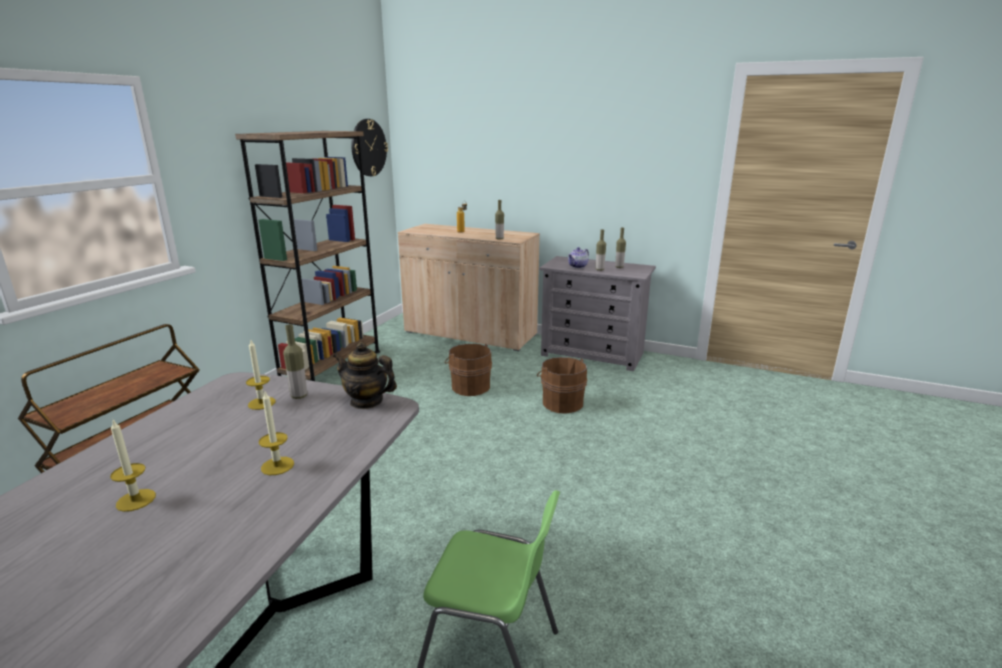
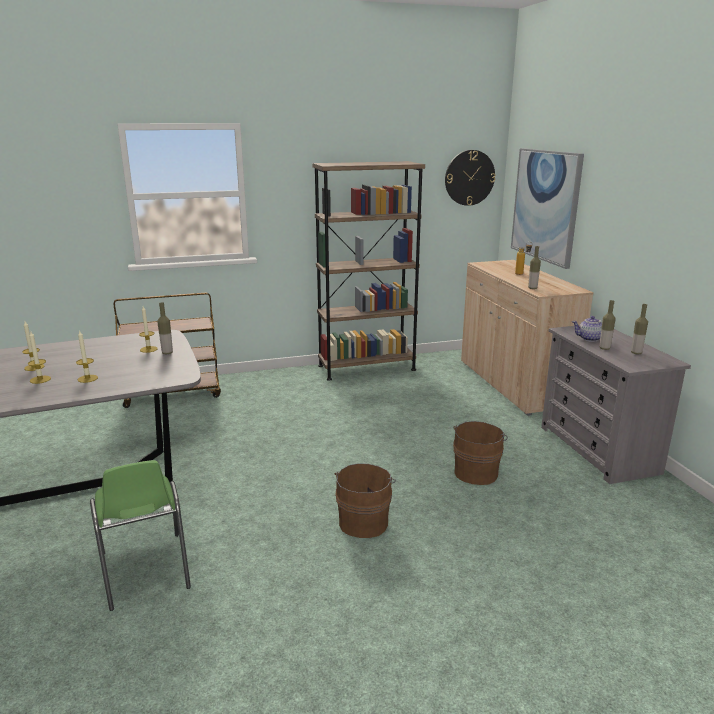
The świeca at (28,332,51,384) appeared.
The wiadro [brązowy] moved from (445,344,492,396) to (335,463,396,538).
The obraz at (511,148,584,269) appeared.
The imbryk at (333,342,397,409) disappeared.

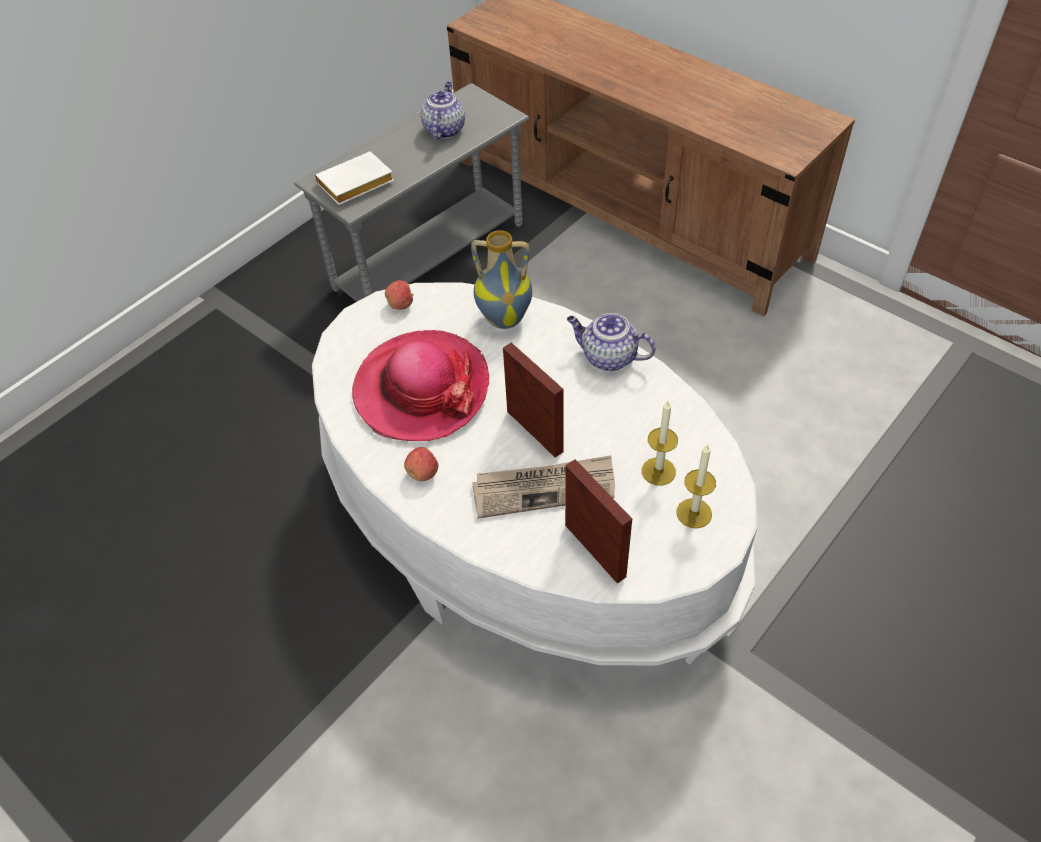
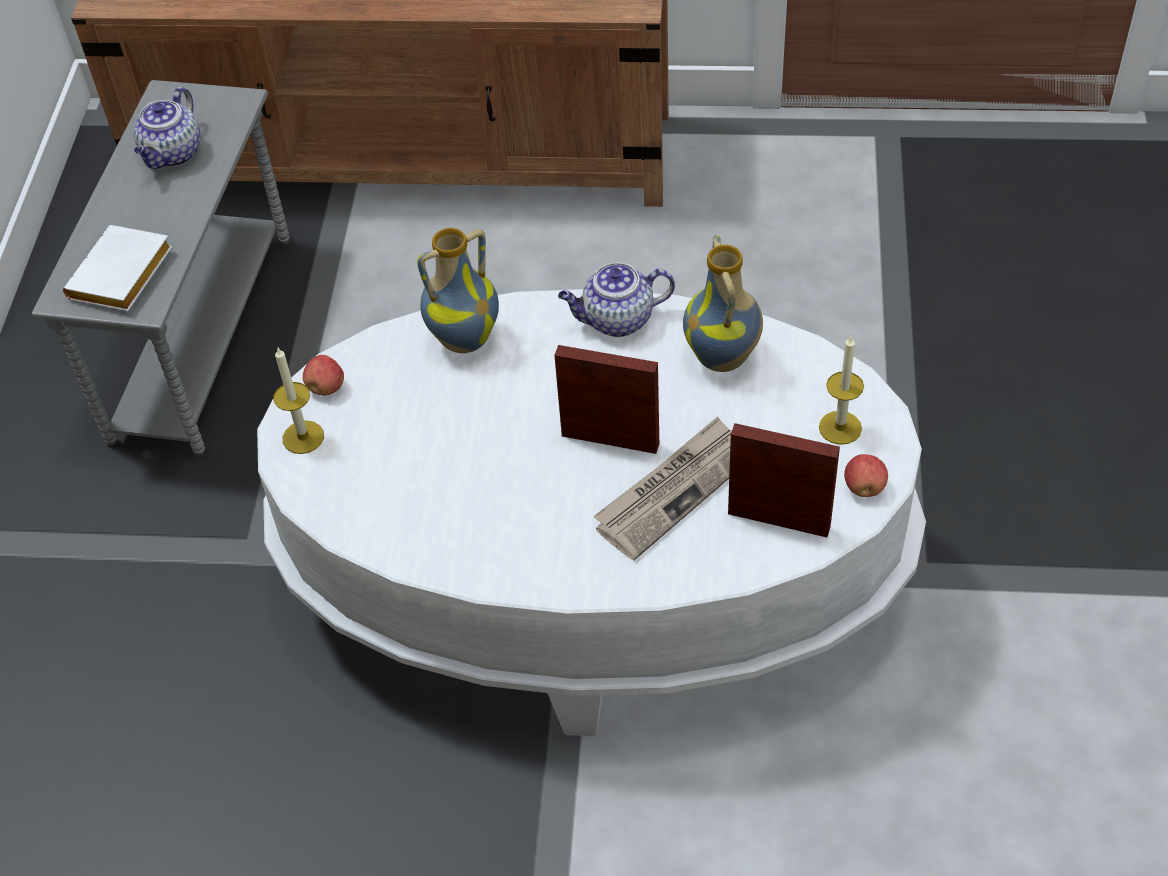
The imbryk at (421,82,465,139) turned 135 degrees counterclockwise.
The świeca moved from (642,401,678,486) to (273,346,324,454).
The wazon at (683,235,763,372) appeared.
The jabłko moved from (404,447,438,481) to (844,454,888,497).
The kapelusz at (352,330,489,441) disappeared.

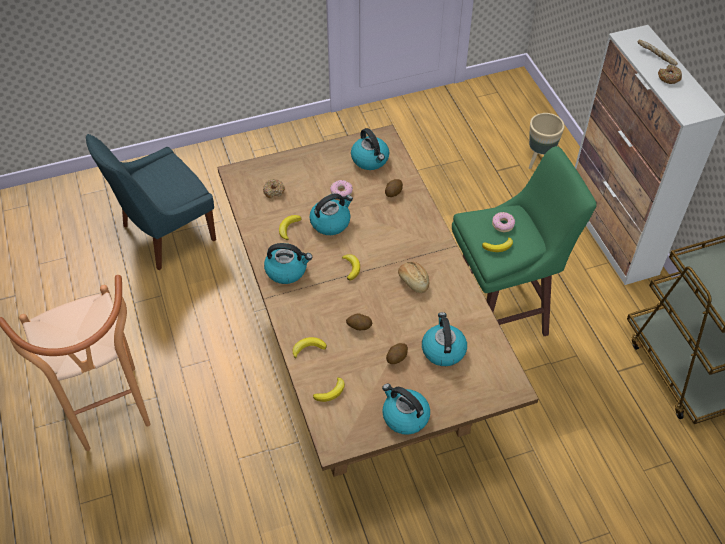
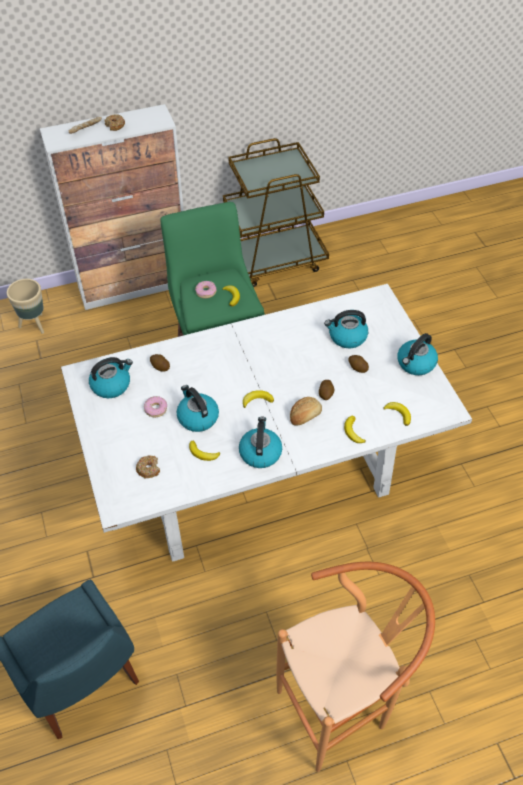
The stół jadalny [brązowy] at (217,125,538,477) became the stół jadalny [biały] at (61,284,472,562).
The chleb moved from (398,262,429,293) to (290,397,322,426).

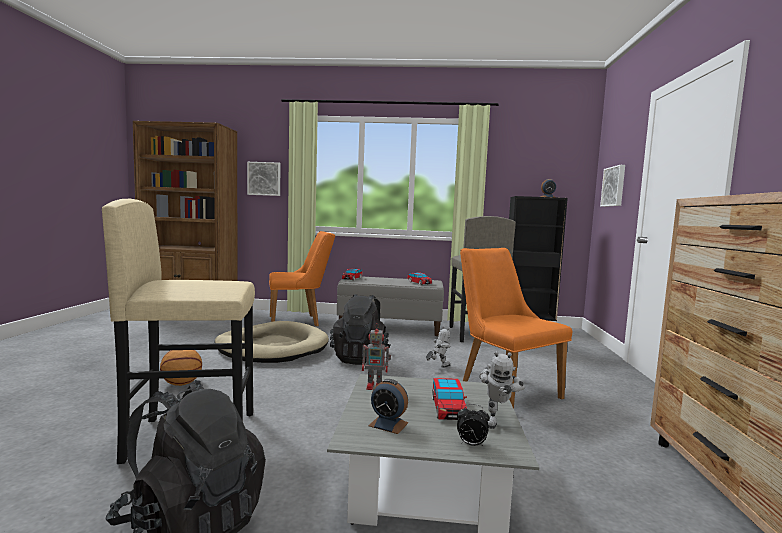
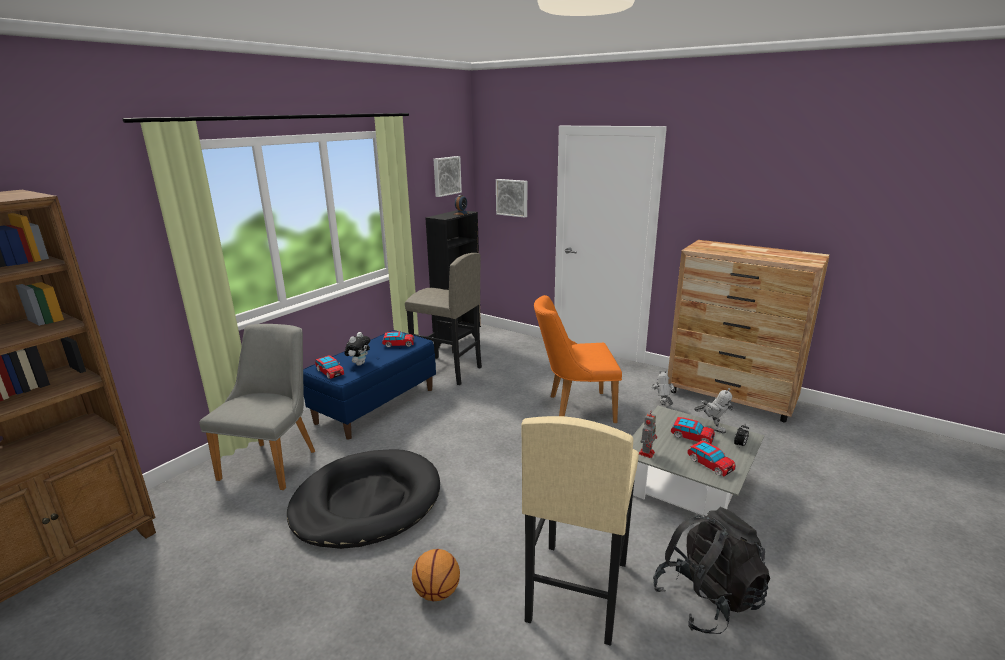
The krzesło [pomarańczowy] at (269,231,335,326) became the krzesło [szary] at (199,324,315,490).
The legowisko [beżowy] at (214,321,329,363) became the legowisko [czarny] at (287,449,440,549).
The ławka [szary] at (337,276,444,336) became the ławka [niebieski] at (303,330,436,440).
The pluszak at (345,332,370,366) appeared.
The obraz moved from (247,162,280,196) to (434,156,462,197).
The robot zabawkowy moved from (426,326,450,368) to (652,370,675,406).
The budzik at (368,379,408,434) was replaced by the samochodzik at (687,440,736,476).
The plecak [czarny] at (330,294,391,365) disappeared.

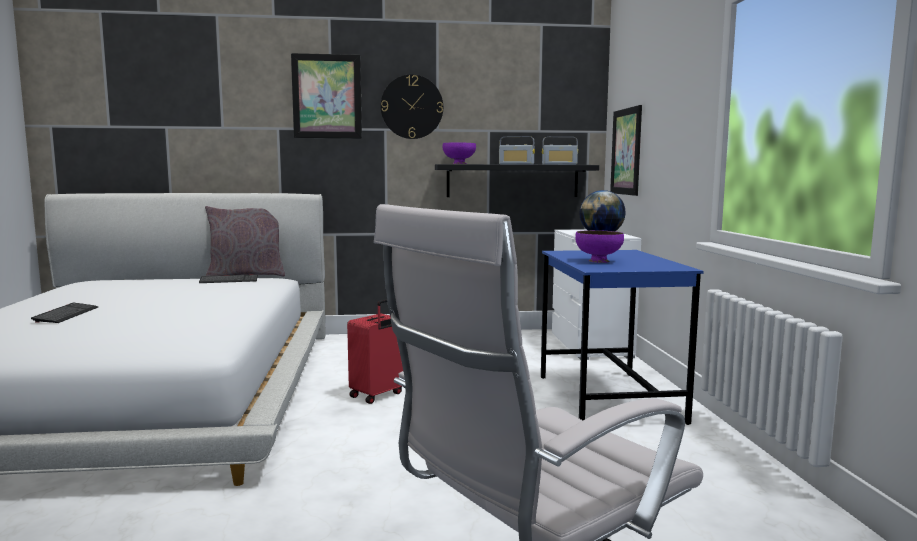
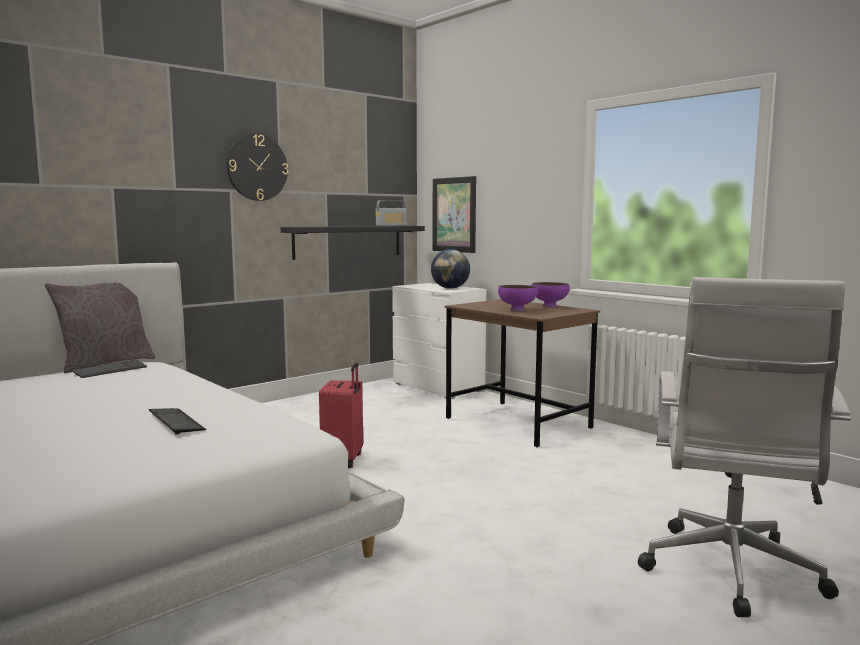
The klawiatura moved from (31,303,98,323) to (149,408,206,435).
The biurko [niebieski] at (541,250,704,425) became the biurko [brązowy] at (444,299,600,448).
The miska [fioletowy] moved from (443,142,476,164) to (532,282,570,308).
The obraz at (291,53,362,139) disappeared.
The radio at (499,136,535,164) disappeared.

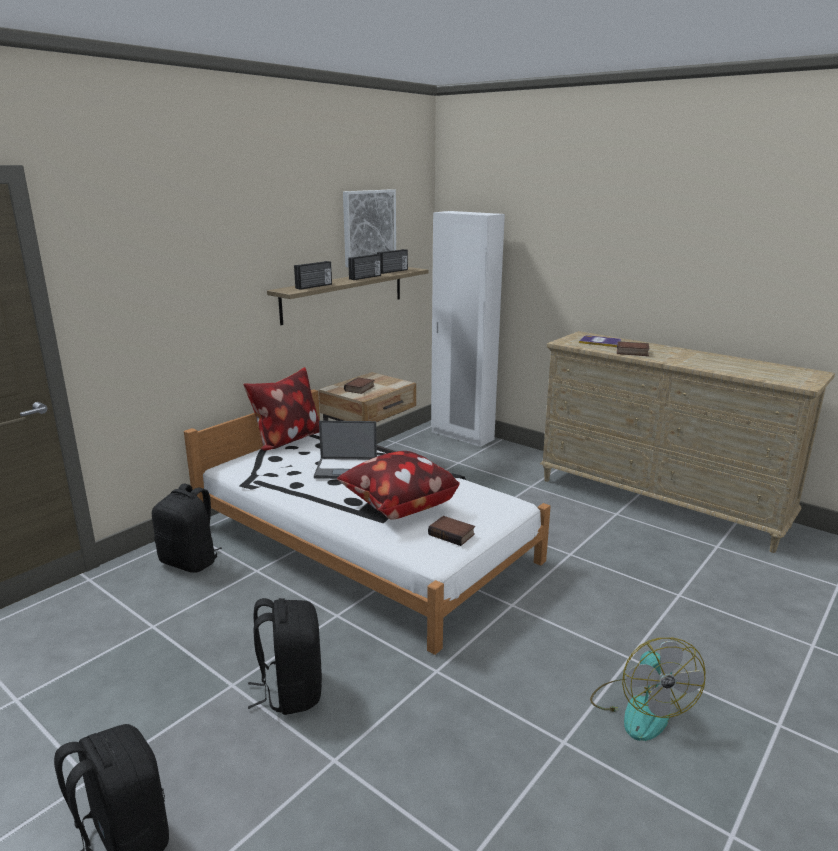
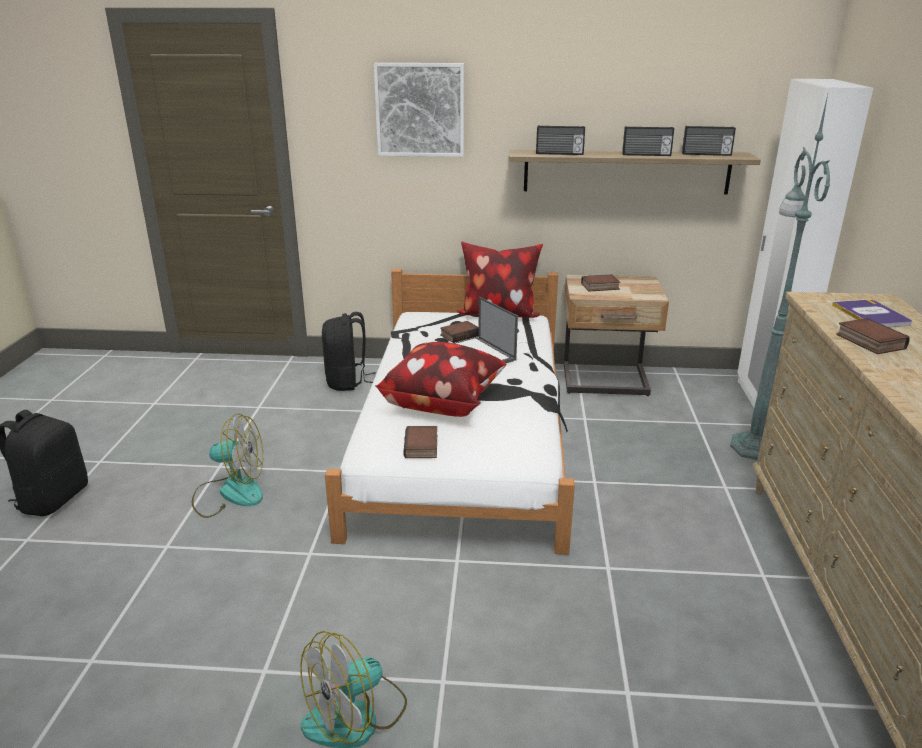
The plecak [czarny] at (248,598,322,715) was replaced by the wentylator at (192,413,263,518).
The obraz moved from (343,189,396,268) to (374,63,464,157).
The książka at (440,321,479,343) appeared.
The lampa stojąca [zielony] at (730,95,830,460) appeared.

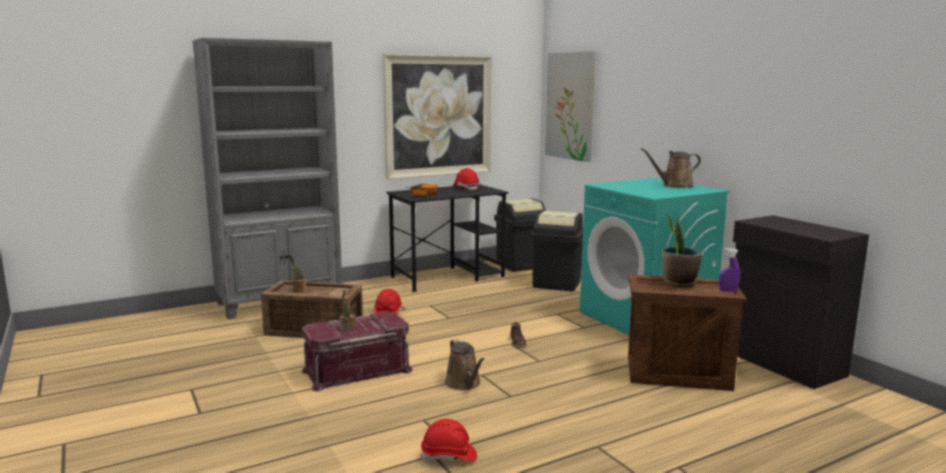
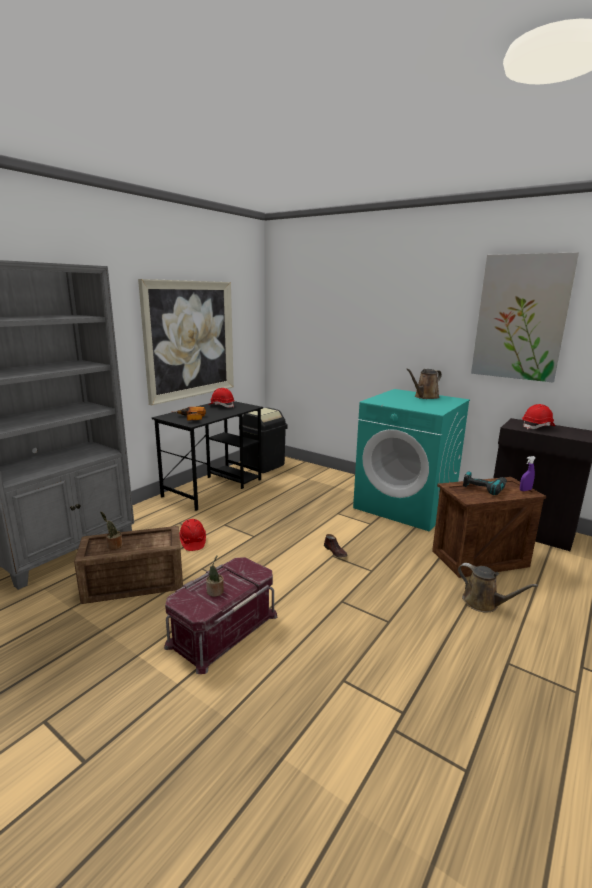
The konewka [brązowy] moved from (445,339,485,390) to (458,563,538,612).
The roślina doniczkowa at (662,215,702,287) was replaced by the wiertarka at (463,471,507,495).
The obraz moved from (545,51,596,162) to (471,252,579,383).
The kask [czerwony] moved from (420,419,477,461) to (522,404,555,429).
The kosz na śmieci [czarny] at (530,211,583,291) disappeared.

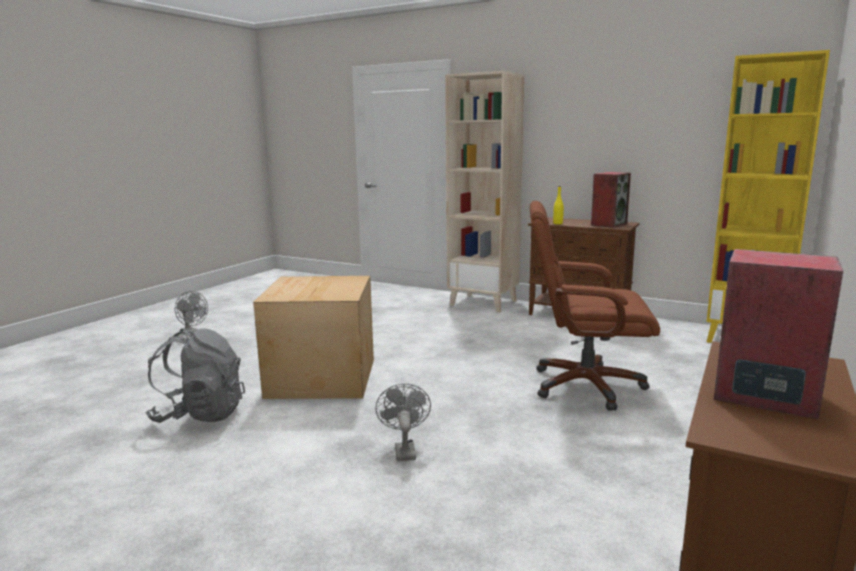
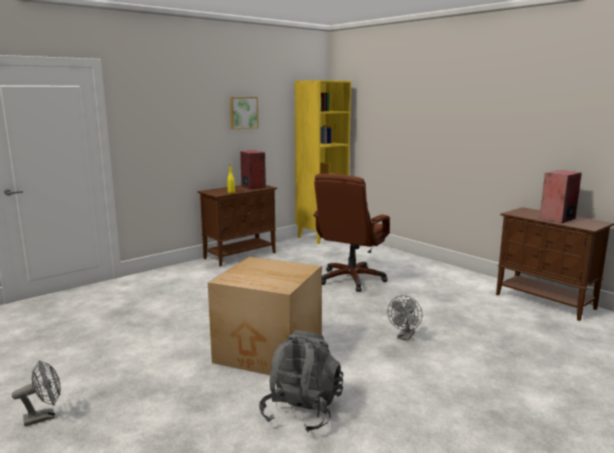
The obraz at (230,97,259,129) appeared.
The wentylator [szary] at (375,384,431,461) turned 75 degrees counterclockwise.
The regał [beżowy] at (445,71,524,313) disappeared.

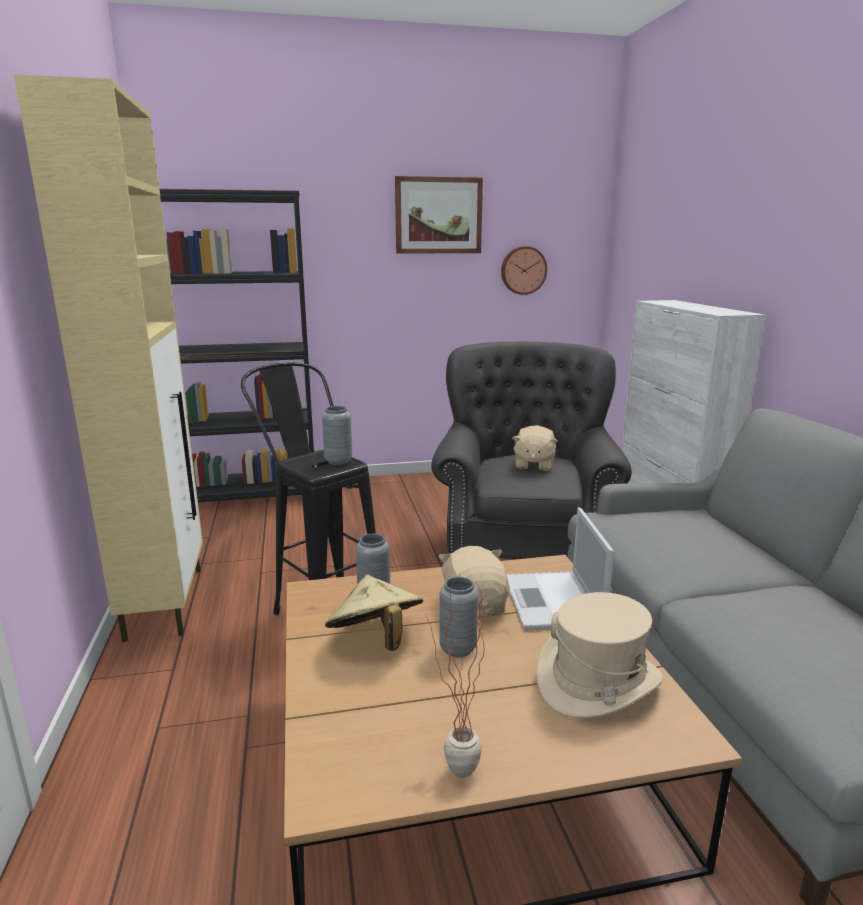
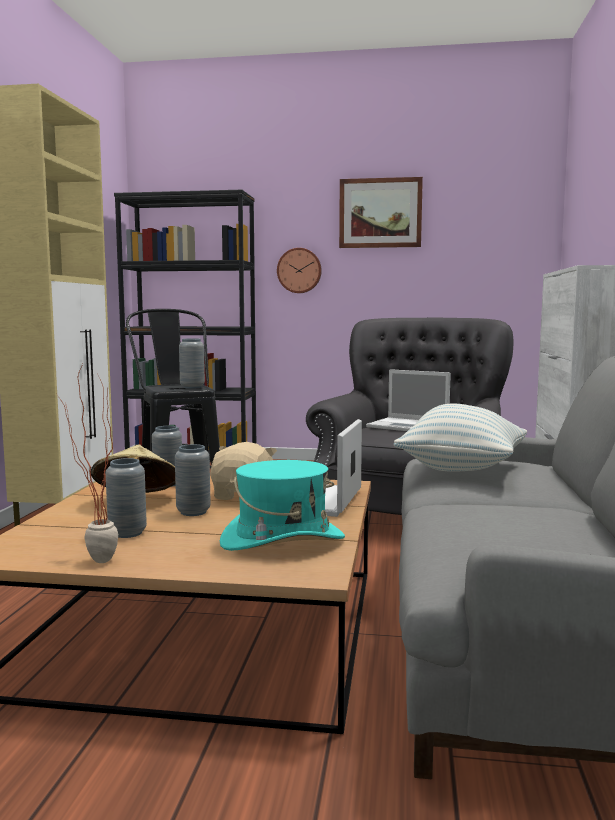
The wazon [szary] at (105,458,147,538) appeared.
The kapelusz [beżowy] at (536,592,663,718) became the kapelusz [turkusowy] at (220,460,345,551).
The zegar ścienny moved from (501,246,547,295) to (277,248,322,293).
The pluszak [beżowy] at (512,425,558,471) was replaced by the laptop at (366,369,451,431).
The poduszka at (394,404,527,472) appeared.

